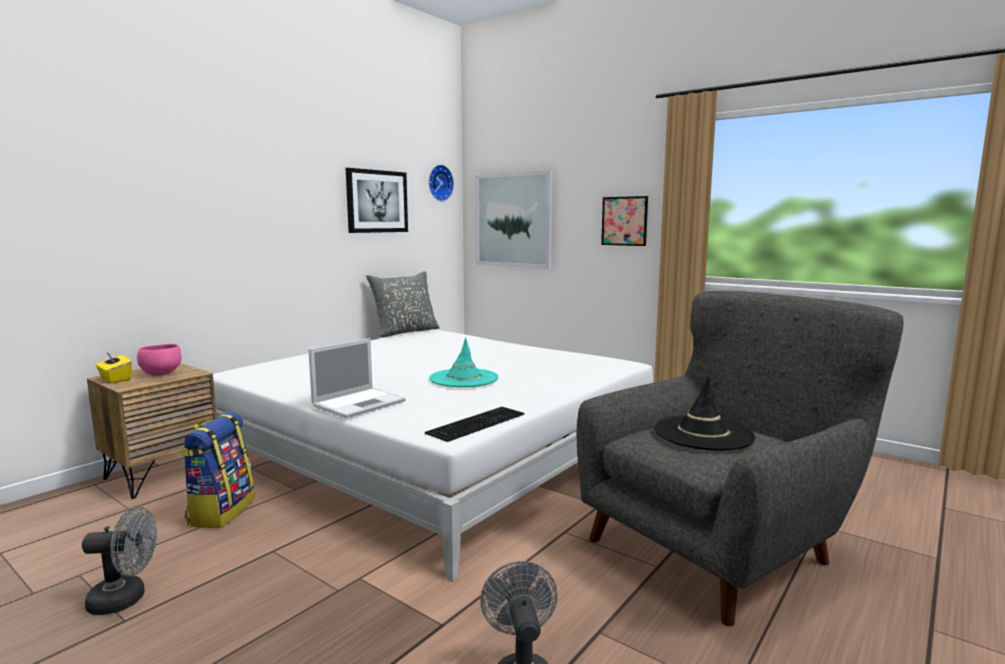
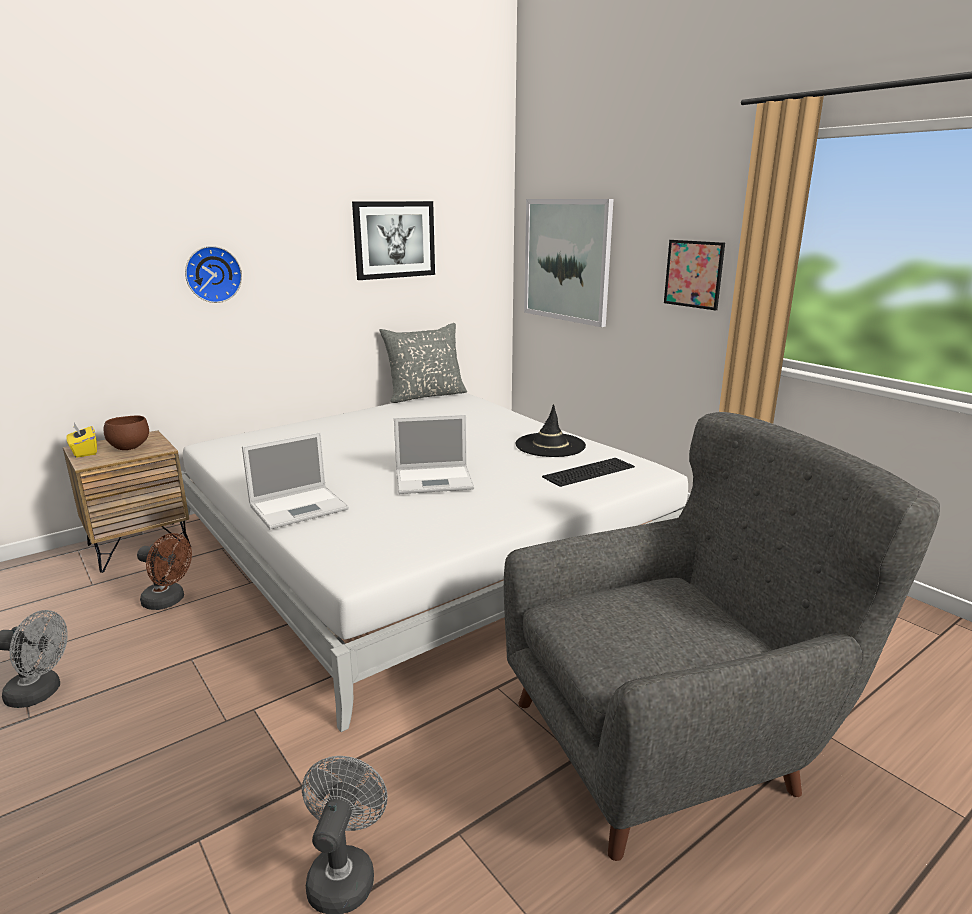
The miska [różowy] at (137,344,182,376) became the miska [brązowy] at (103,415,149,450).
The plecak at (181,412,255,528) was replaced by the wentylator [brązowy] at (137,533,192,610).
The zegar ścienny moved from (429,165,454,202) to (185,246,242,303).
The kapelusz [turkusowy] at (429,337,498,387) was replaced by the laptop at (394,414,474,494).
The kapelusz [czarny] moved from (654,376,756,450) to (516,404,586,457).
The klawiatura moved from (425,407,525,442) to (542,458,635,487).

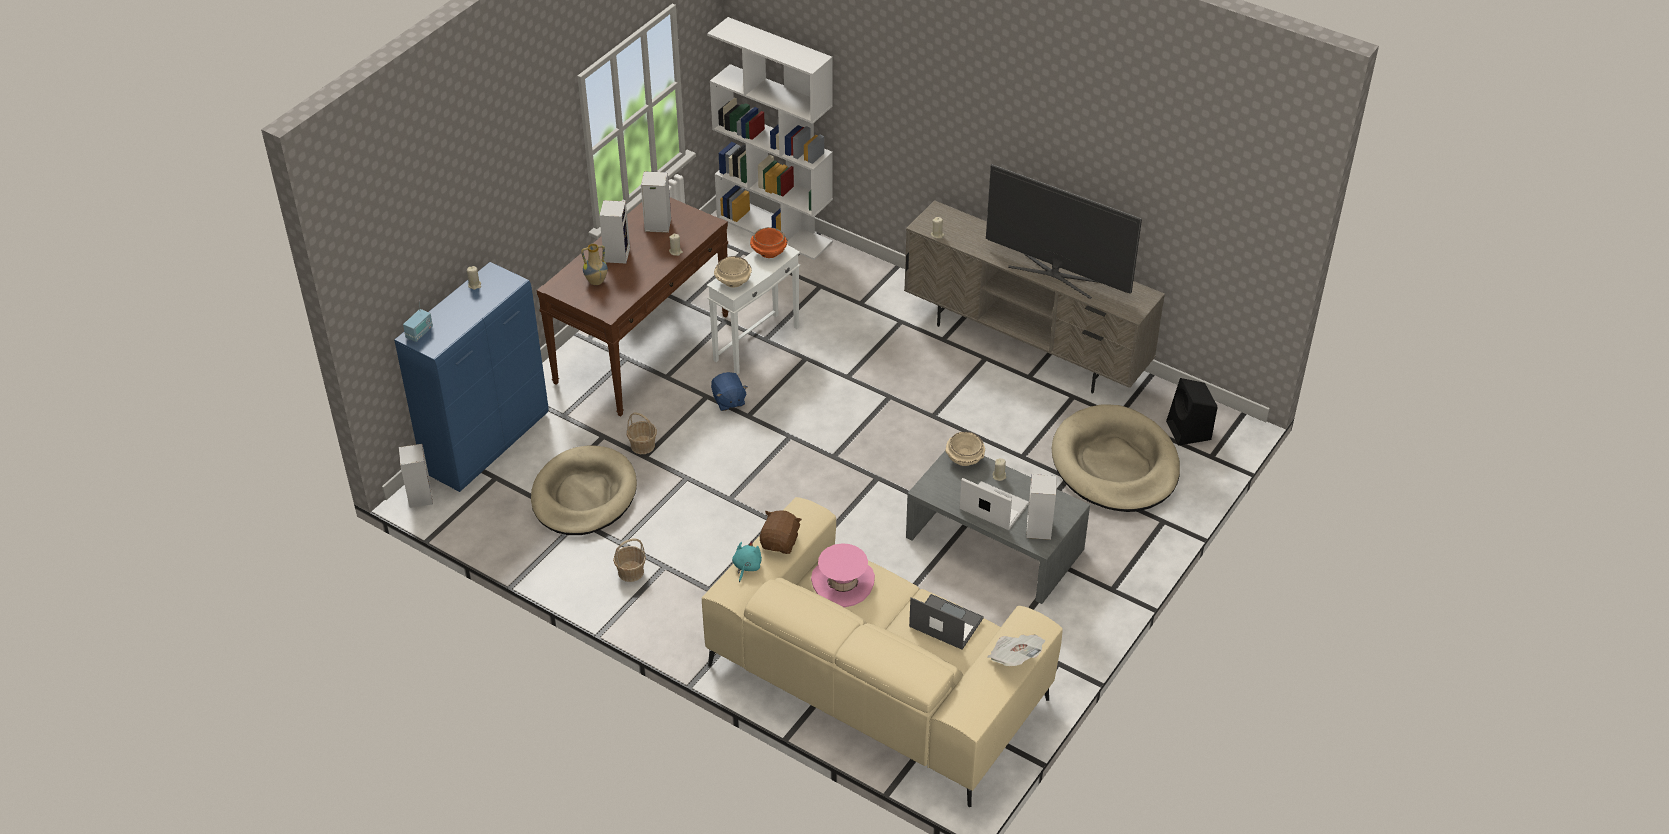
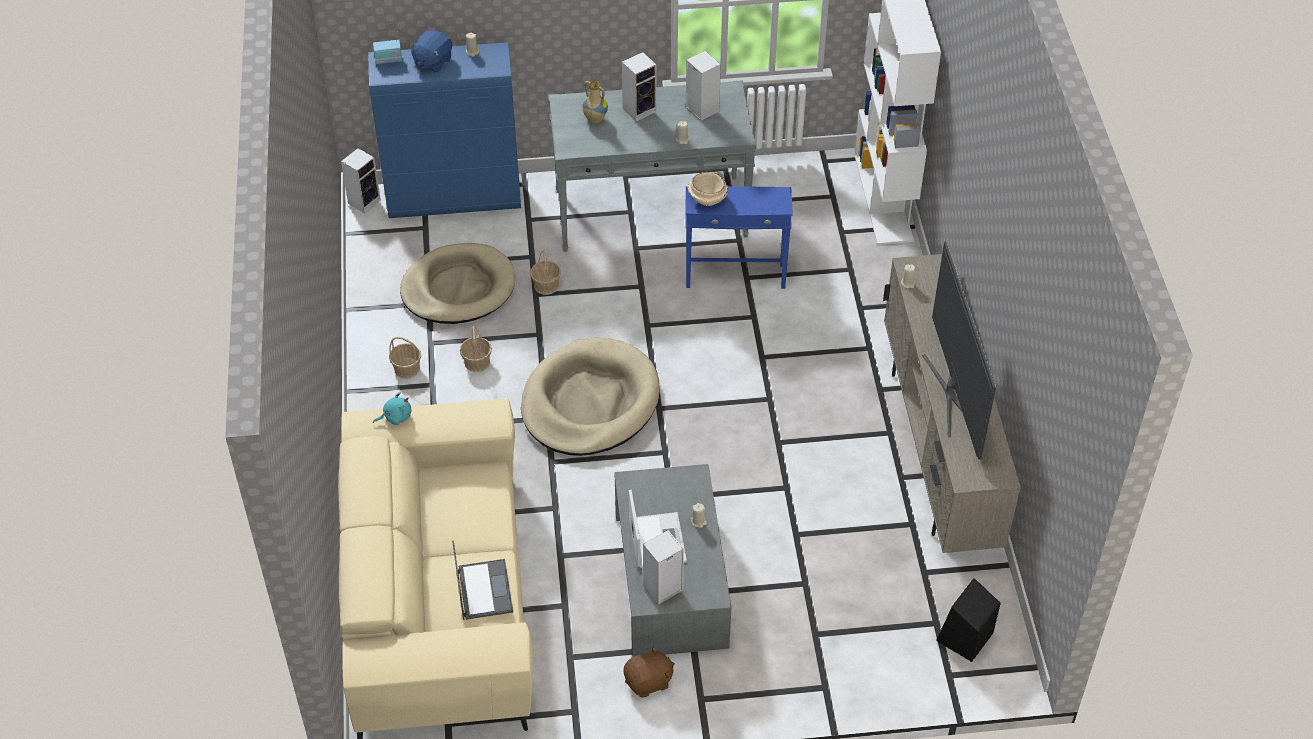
The pluszak [niebieski] moved from (711,372,747,411) to (409,30,452,73).
The koszyk at (460,326,492,372) appeared.
The legowisko [beżowy] moved from (1052,404,1180,512) to (521,338,660,456).
The stolik konsolowy [brązowy] at (537,197,729,416) became the stolik konsolowy [szary] at (548,80,756,252).
The pluszak [brązowy] moved from (760,510,802,554) to (624,645,675,698).
The stolik [biały] at (707,245,800,375) became the stolik [niebieski] at (685,186,793,289).
The miska [pomarańczowy] at (750,227,788,258) disappeared.
The kapelusz [różowy] at (811,543,875,607) disappeared.
The miska [beżowy] at (945,432,985,466) disappeared.
The gazeta at (987,634,1045,666) disappeared.

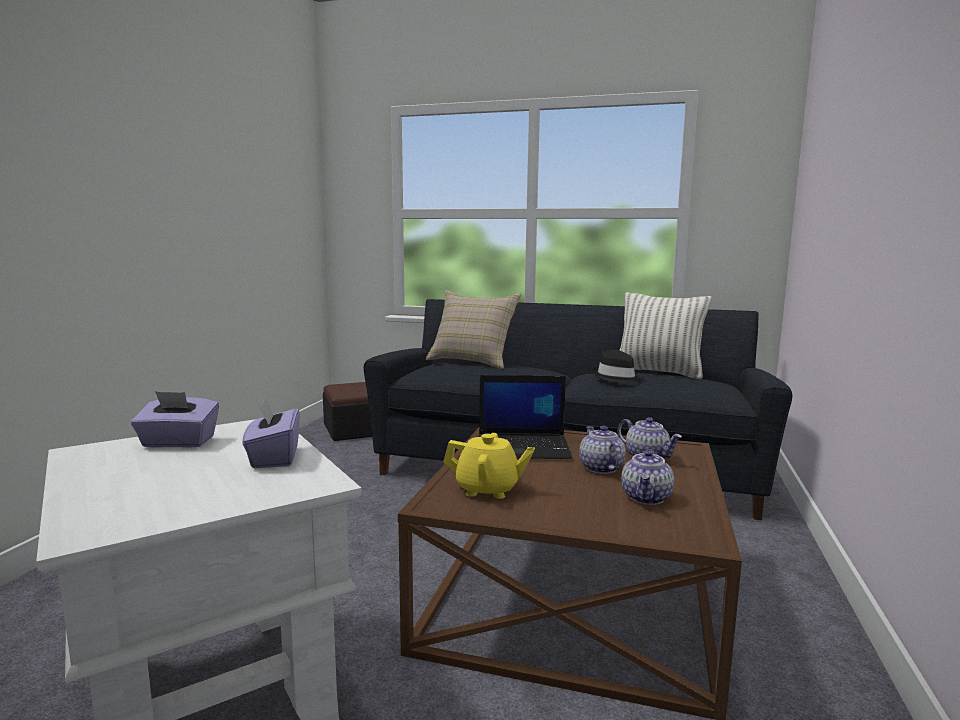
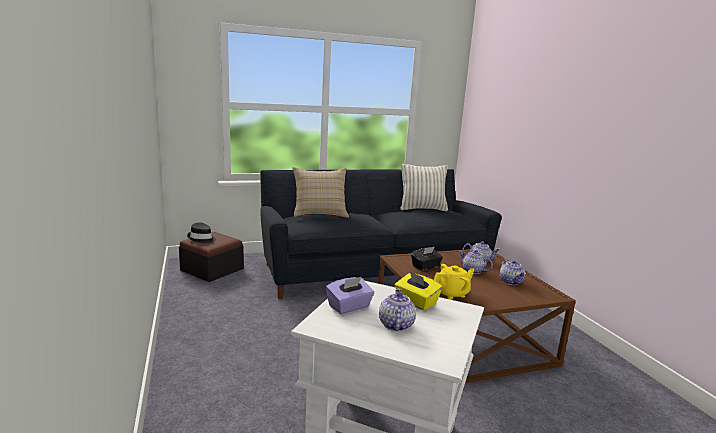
The kapelusz [czarny] moved from (593,350,641,384) to (187,222,216,243).
The imbryk at (379,288,416,331) appeared.
The pudełko chusteczek [fioletowy] at (243,398,300,468) became the pudełko chusteczek [żółty] at (395,271,442,310).
The laptop at (479,375,572,459) was replaced by the pudełko chusteczek [czarny] at (411,247,443,271).

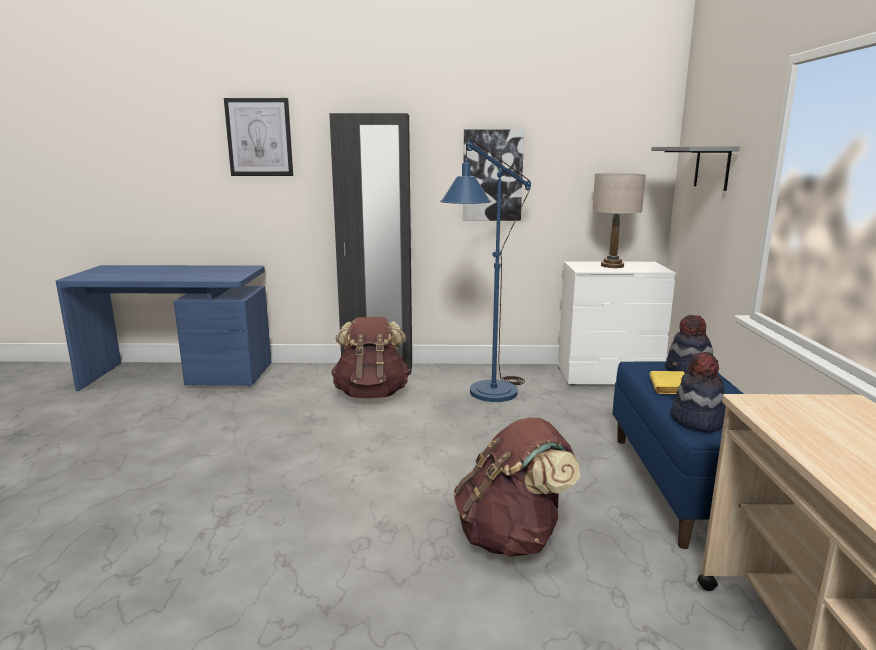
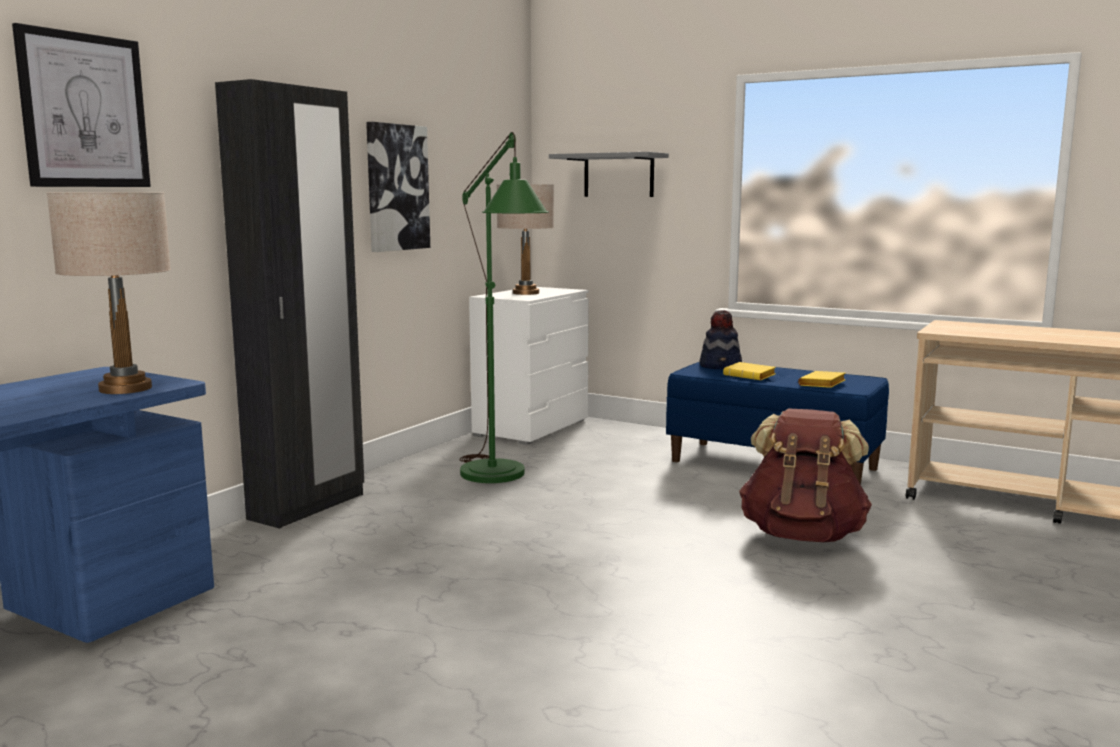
The lampa stołowa [beżowy] at (47,192,171,394) appeared.
The lampa stojąca [niebieski] at (440,138,531,402) became the lampa stojąca [zielony] at (460,132,549,483).
The kapelusz at (671,352,726,432) was replaced by the książka [żółty] at (798,371,845,388).
The plecak [brązowy] at (331,317,410,398) disappeared.

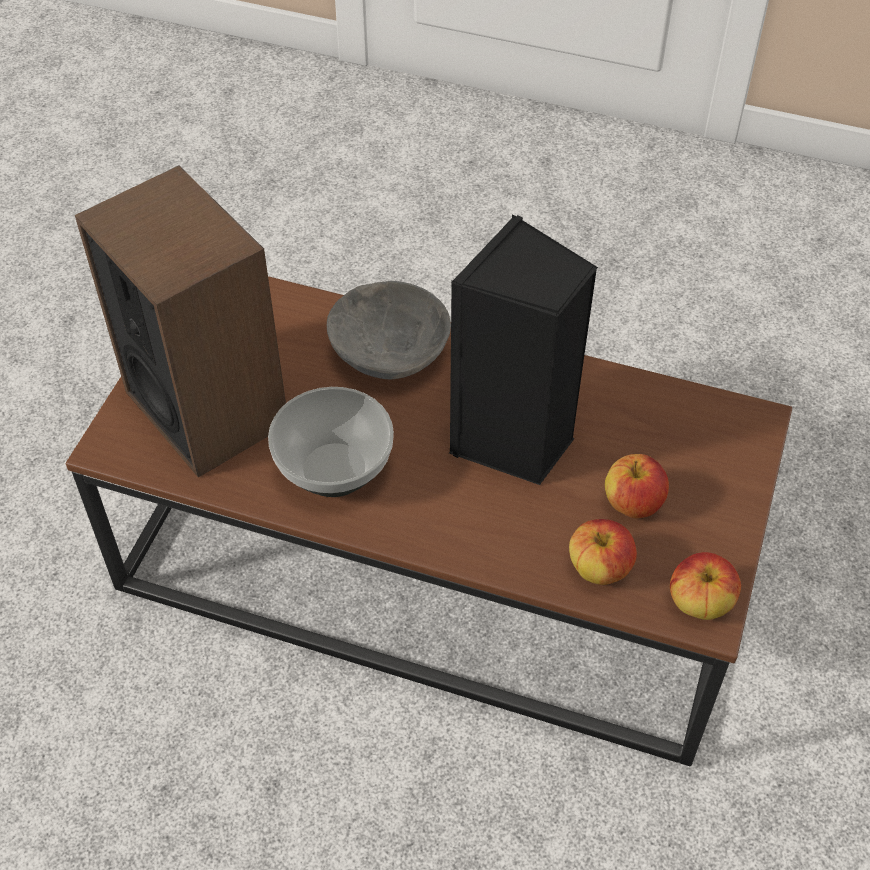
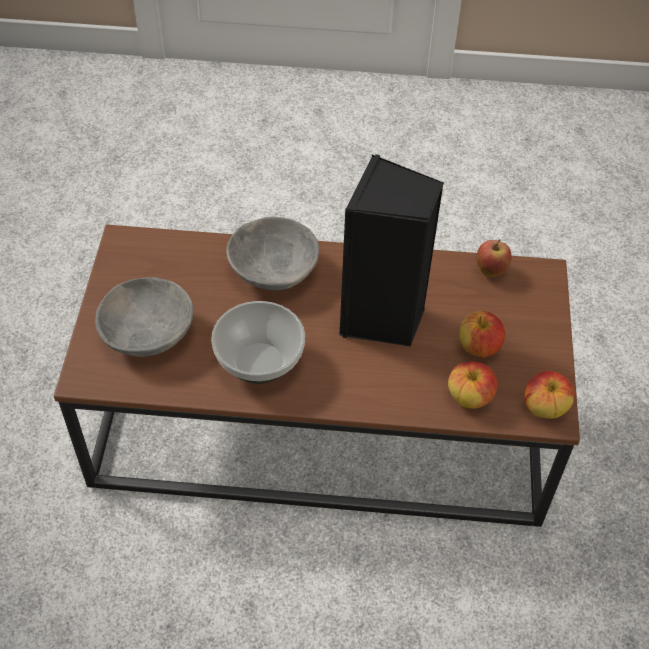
The głośnik at (75,165,286,478) was replaced by the miska [szary] at (95,277,193,357).
The jabłko at (476,239,511,277) appeared.

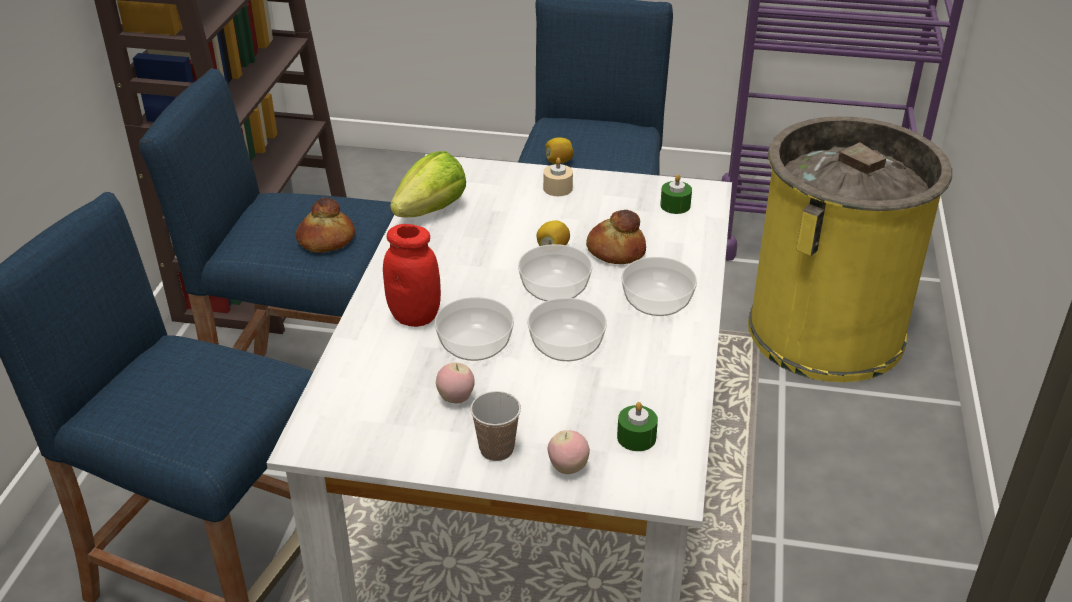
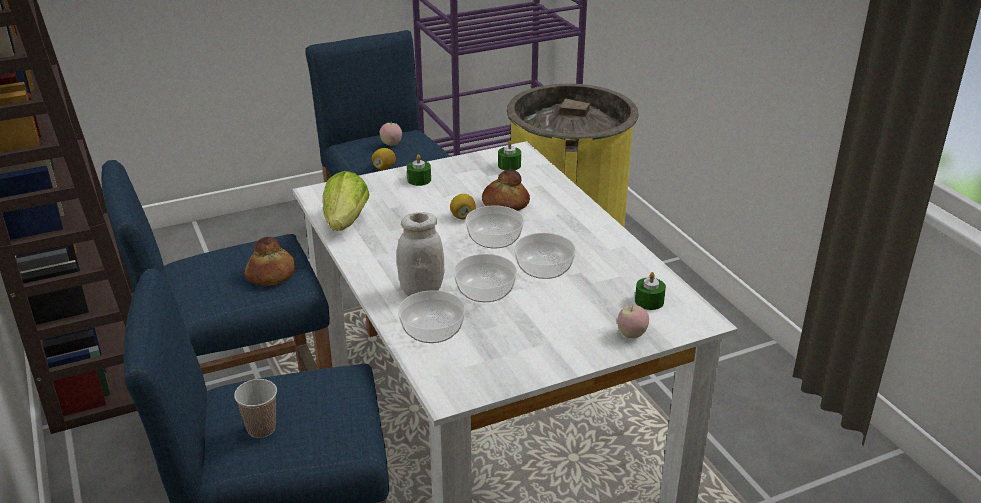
The filiżanka moved from (470,391,521,461) to (234,379,277,438).
The jabłko moved from (436,363,475,403) to (380,123,402,146).
The słoik [czerwony] at (383,224,441,327) became the słoik [biały] at (397,212,444,296).
The miska moved from (621,257,697,316) to (398,290,466,343).
The świeca [beżowy] at (543,158,573,196) became the świeca [zielony] at (407,154,431,186).

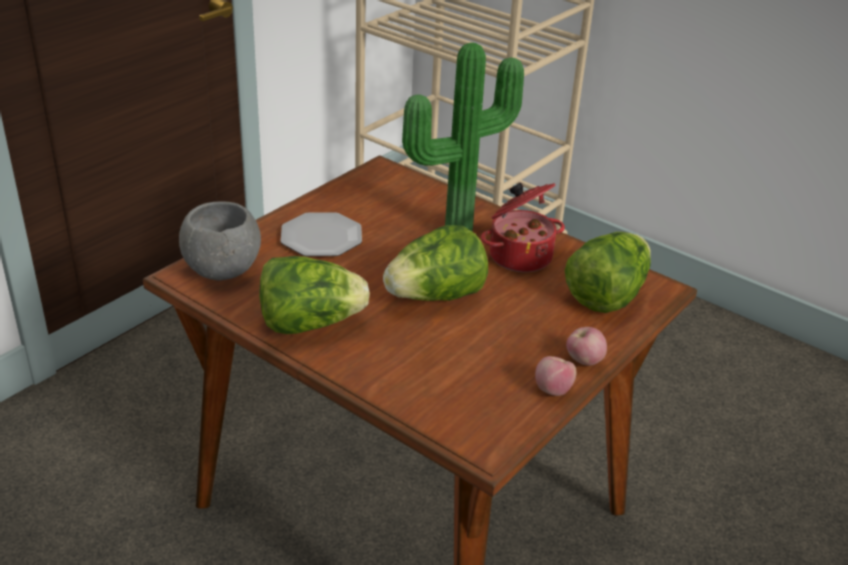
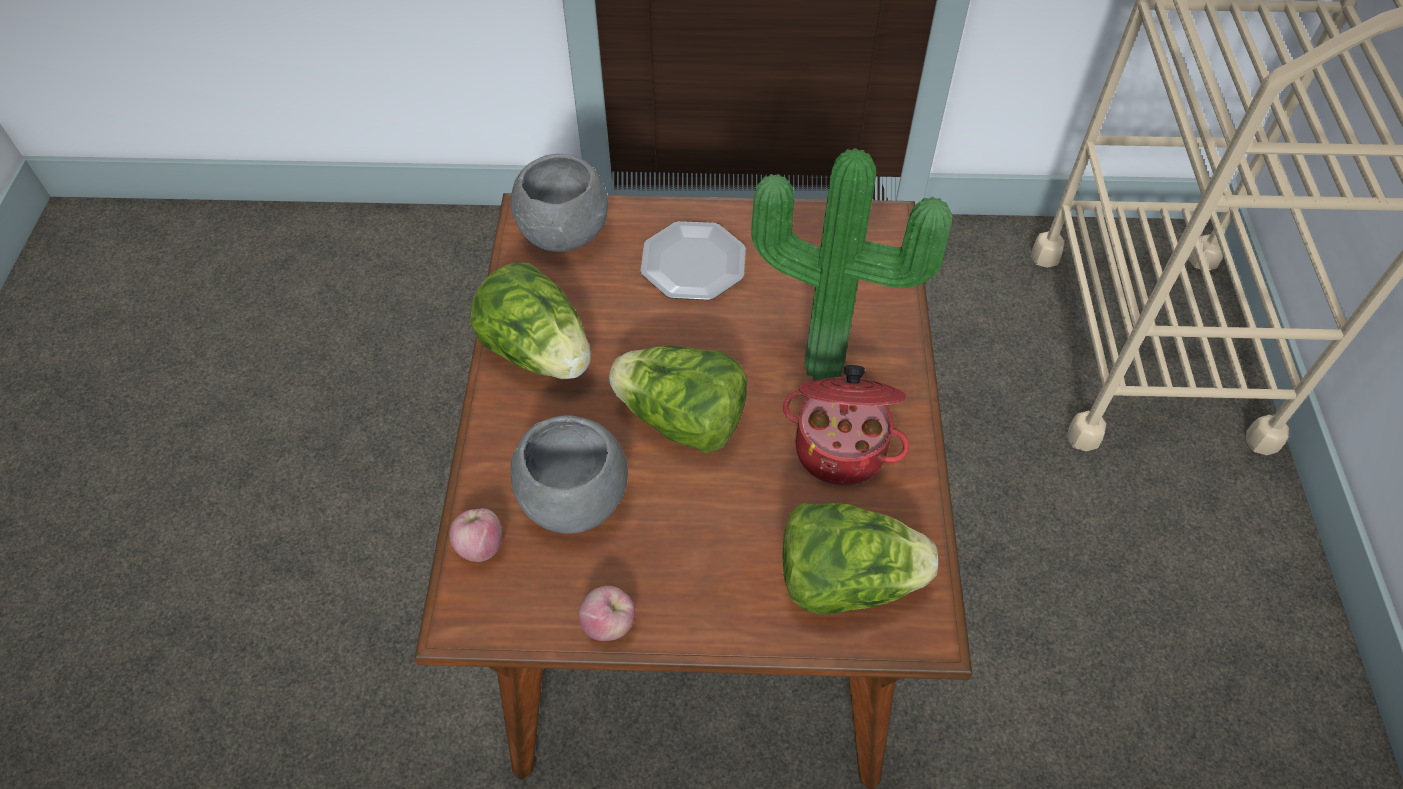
The jabłko moved from (566,327,607,366) to (449,508,502,562).
The miska [szary] at (510,415,628,534) appeared.

